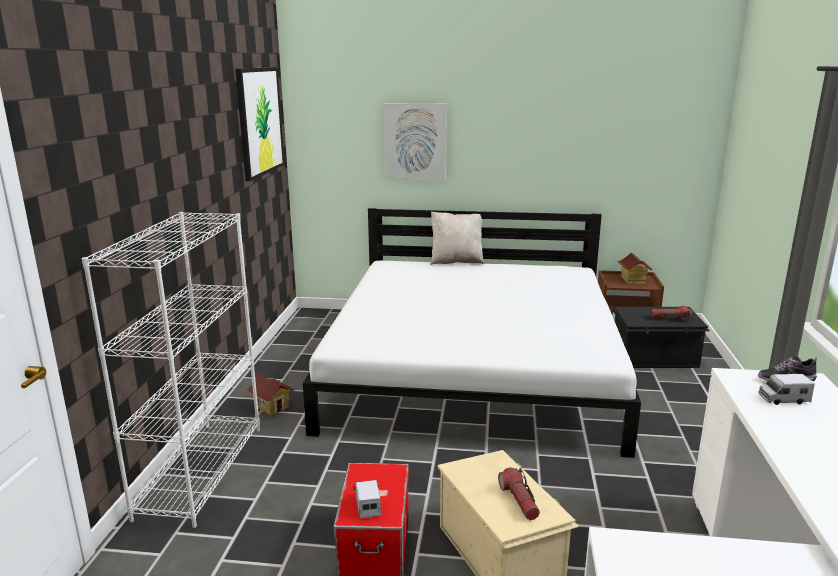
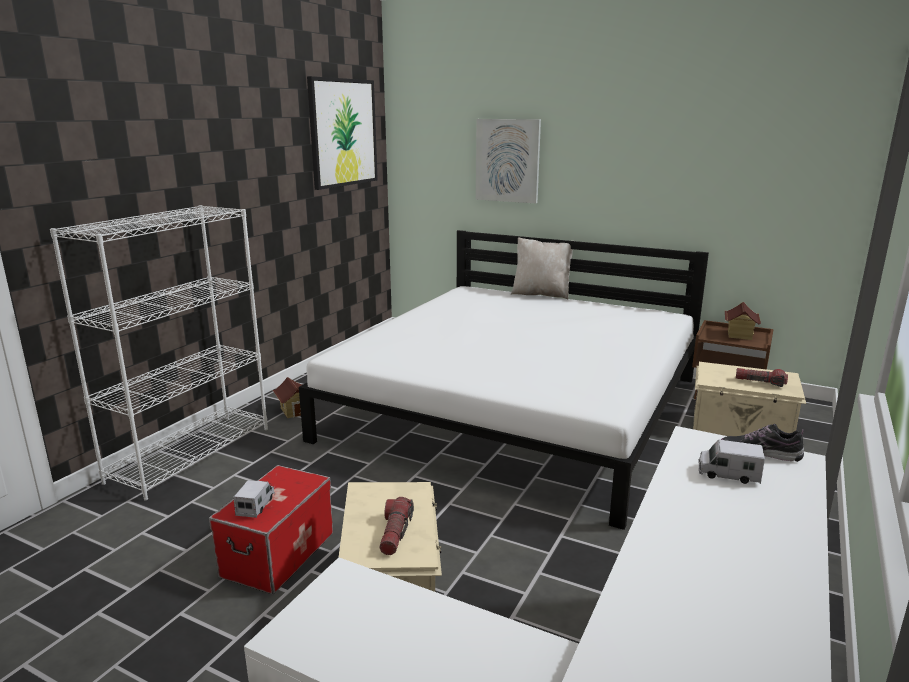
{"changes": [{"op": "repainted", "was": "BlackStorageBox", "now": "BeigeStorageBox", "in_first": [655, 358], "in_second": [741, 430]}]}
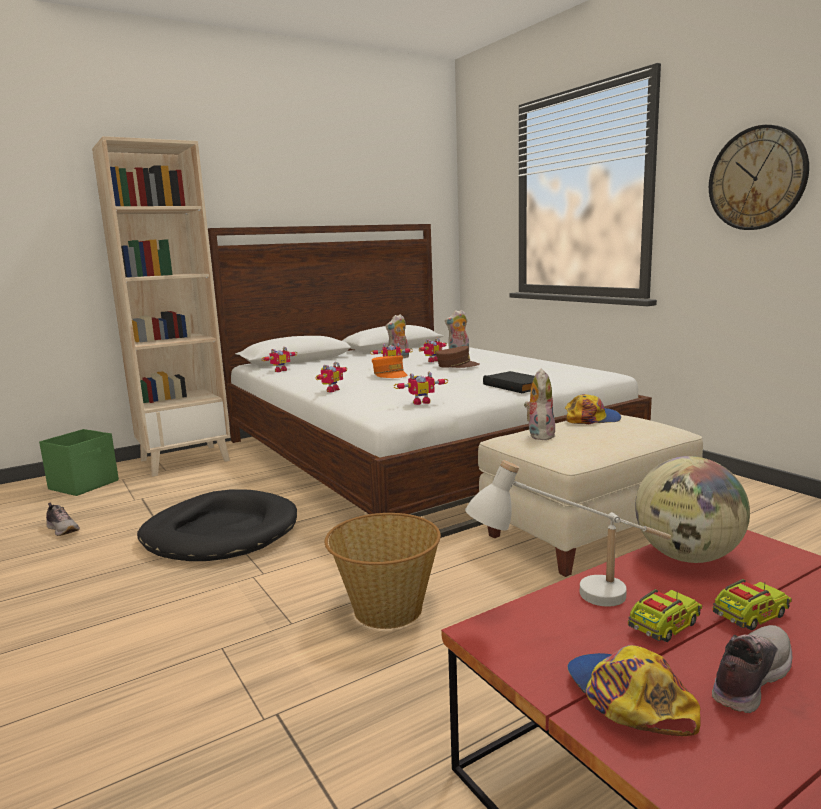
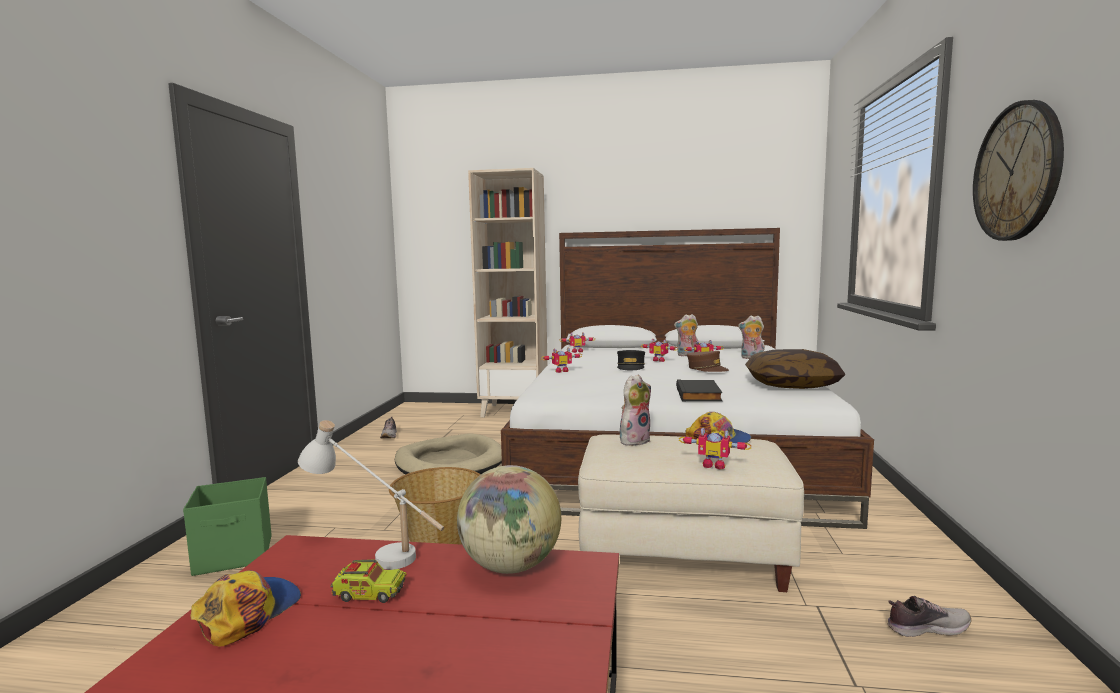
{"changes": [{"op": "gone", "was": "ModelTruck", "in_first": [750, 616]}, {"op": "new", "now": "Pillow", "in_second": [791, 385]}, {"op": "shifted", "was": "GreenColouredStorageBox", "in_first": [85, 484], "in_second": [235, 555]}, {"op": "shifted", "was": "ToyRobot", "in_first": [420, 402], "in_second": [714, 465]}, {"op": "shifted", "was": "ItemOfFootwear", "in_first": [748, 679], "in_second": [926, 628]}, {"op": "repainted", "was": "BlackPetBed", "now": "BeigePetBed", "in_first": [220, 532], "in_second": [450, 463]}, {"op": "repainted", "was": "OrangePeakedCap", "now": "BlackPeakedCap", "in_first": [390, 374], "in_second": [631, 367]}]}
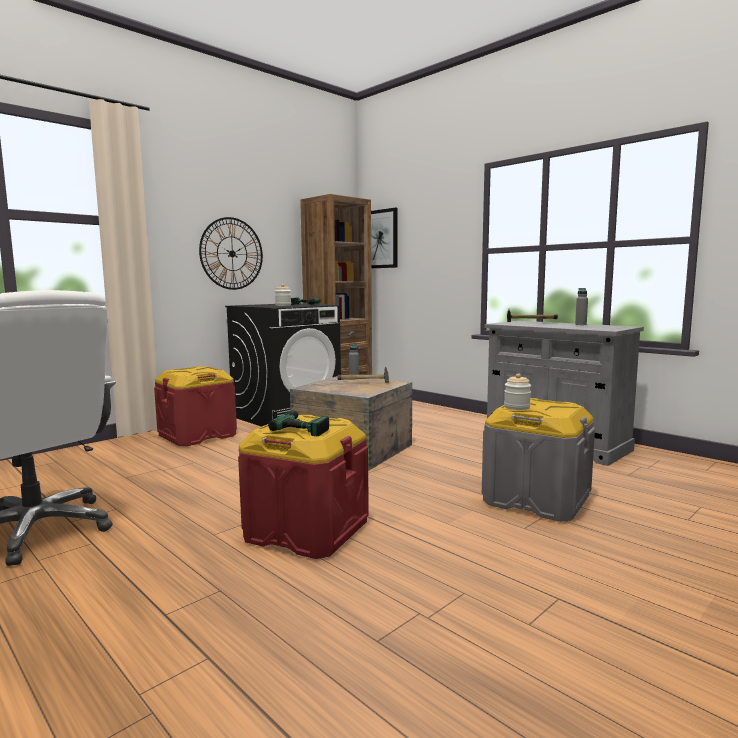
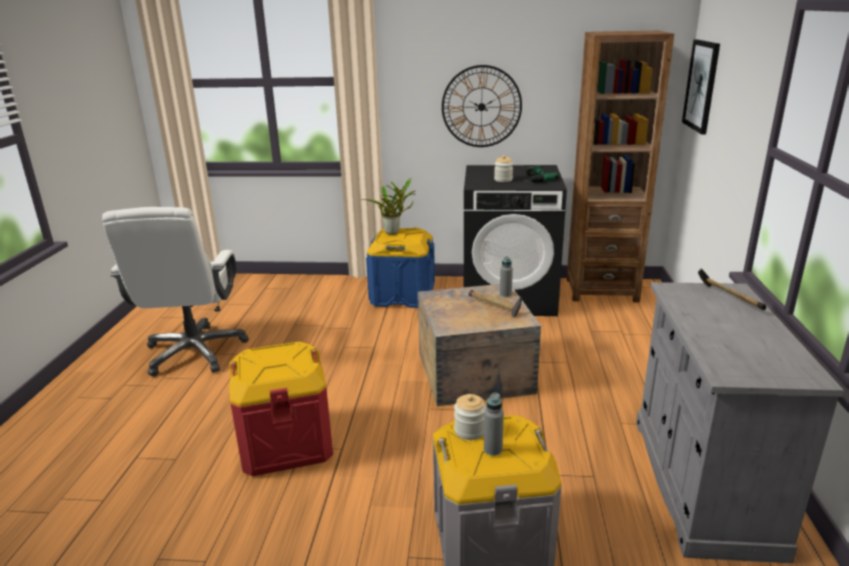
{"changes": [{"op": "gone", "was": "PowerDrill", "in_first": [306, 426]}, {"op": "new", "now": "Houseplant", "in_second": [394, 232]}, {"op": "shifted", "was": "GreyishBeverageBottle", "in_first": [580, 324], "in_second": [493, 449]}, {"op": "repainted", "was": "RedStorageBox", "now": "BluishStorageBox", "in_first": [197, 436], "in_second": [402, 295]}]}
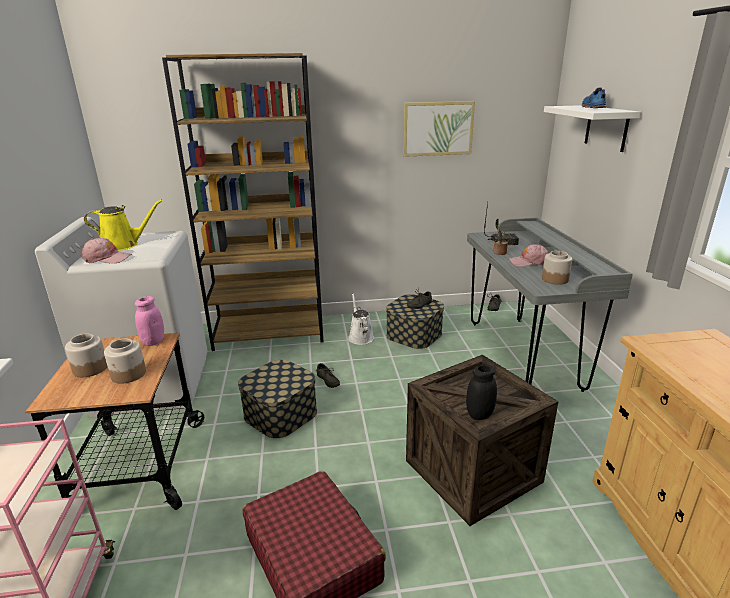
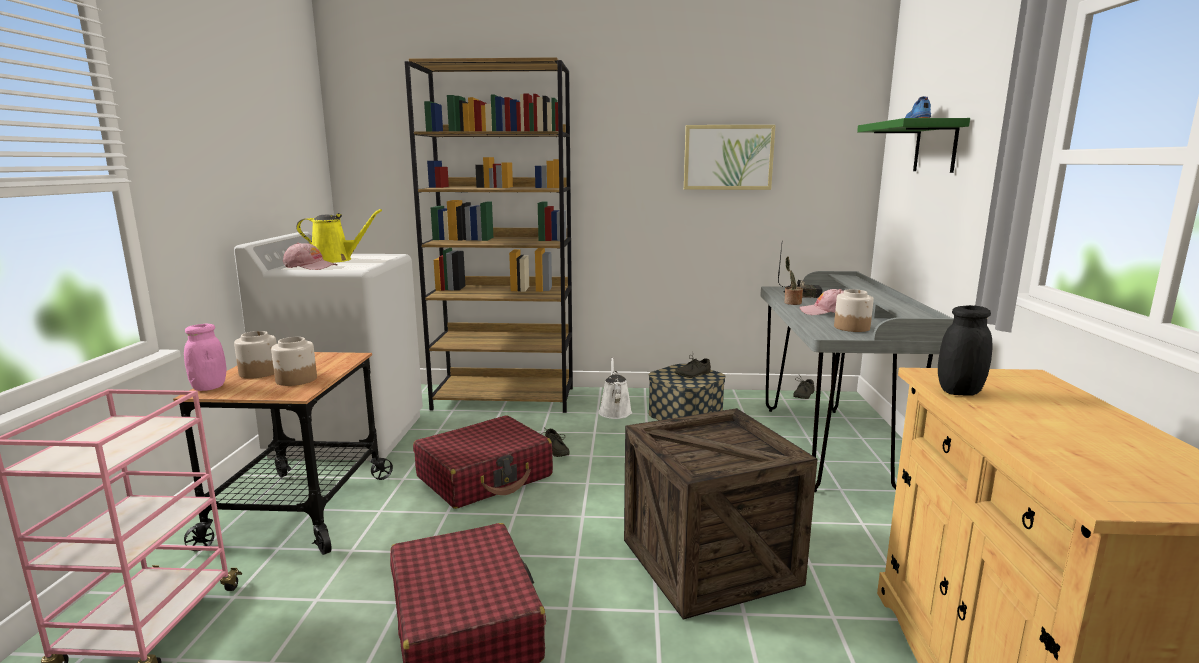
{"changes": [{"op": "shifted", "was": "PinkColouredStorageJar", "in_first": [153, 341], "in_second": [209, 387]}, {"op": "shifted", "was": "BlackStorageJar", "in_first": [479, 415], "in_second": [959, 392]}, {"op": "swapped", "was": "StorageBox", "now": "RedPieceOfLuggage", "in_first": [280, 413], "in_second": [485, 476]}, {"op": "repainted", "was": "WhiteColouredShelf", "now": "GreenColouredShelf", "in_first": [606, 128], "in_second": [935, 147]}]}
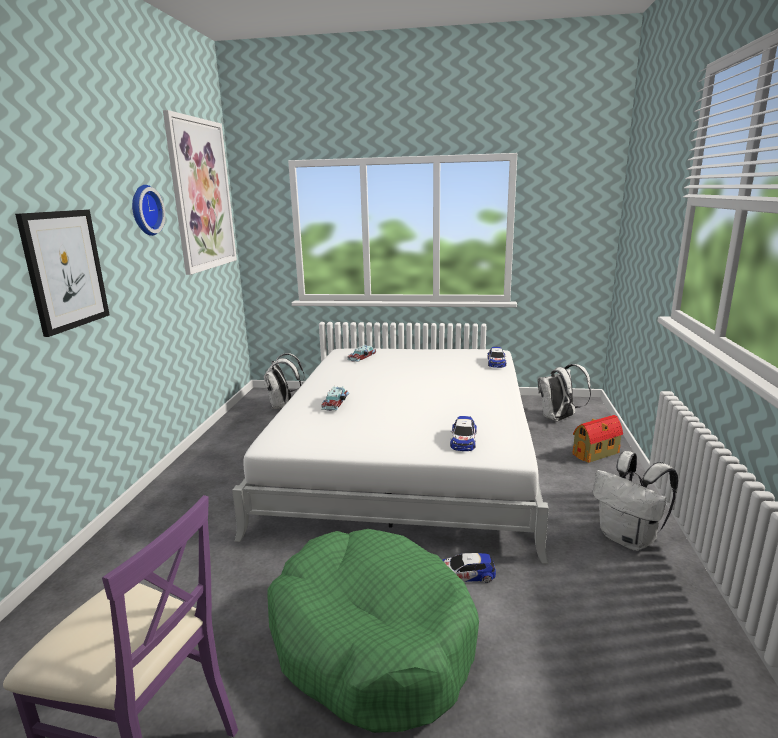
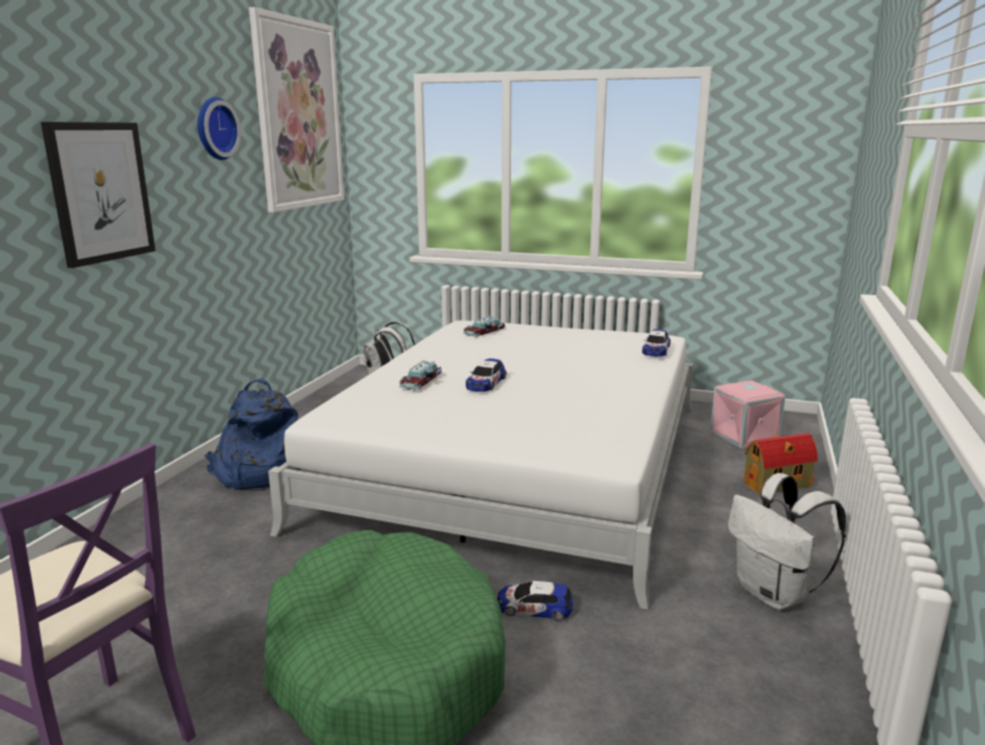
{"changes": [{"op": "new", "now": "BluishBackpack", "in_second": [257, 473]}, {"op": "shifted", "was": "MiniatureCar", "in_first": [463, 440], "in_second": [485, 383]}, {"op": "swapped", "was": "WhiteColouredBackpack", "now": "PinkColouredStorageBox", "in_first": [559, 419], "in_second": [744, 436]}]}
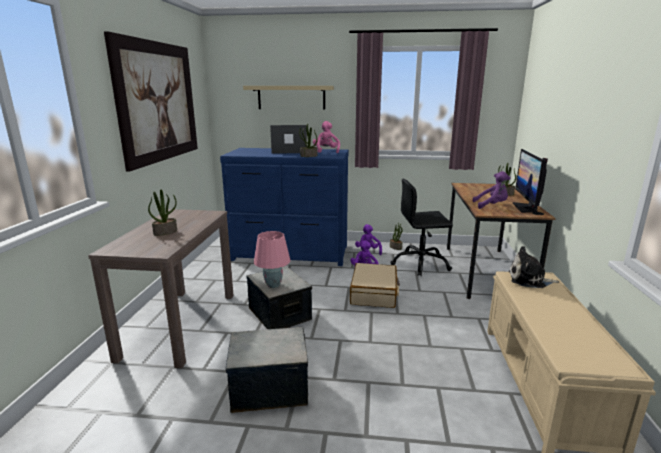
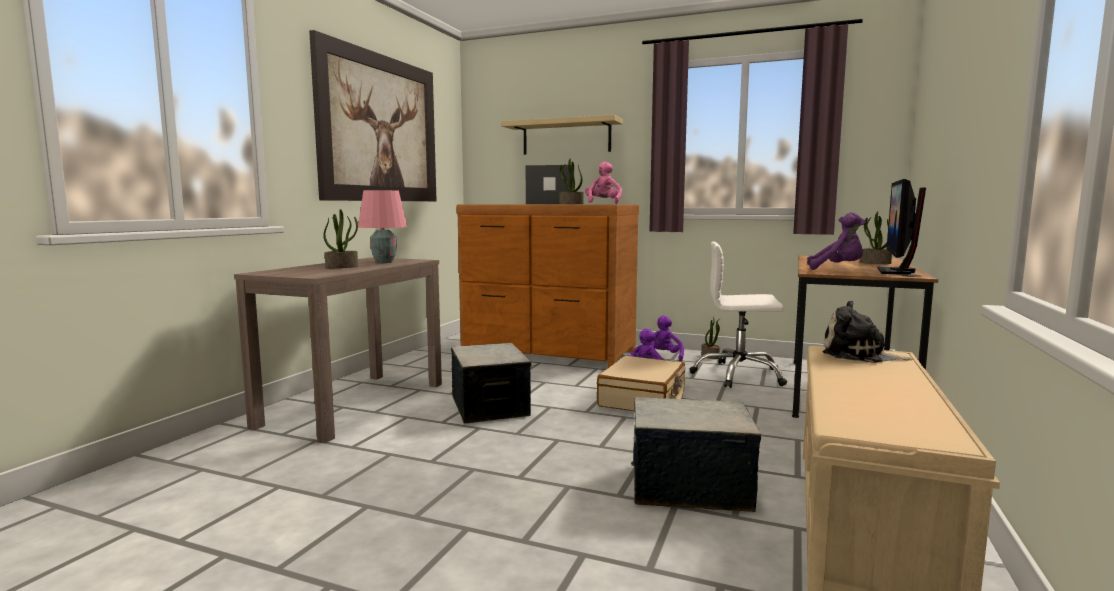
{"changes": [{"op": "shifted", "was": "StorageBox", "in_first": [269, 388], "in_second": [689, 486]}, {"op": "shifted", "was": "PinkColouredLampForATable", "in_first": [273, 285], "in_second": [383, 262]}, {"op": "repainted", "was": "BluishDresser", "now": "BrownColouredDresser", "in_first": [290, 253], "in_second": [548, 352]}, {"op": "repainted", "was": "BlackOfficeChair", "now": "WhiteColouredOfficeChair", "in_first": [420, 264], "in_second": [738, 375]}]}
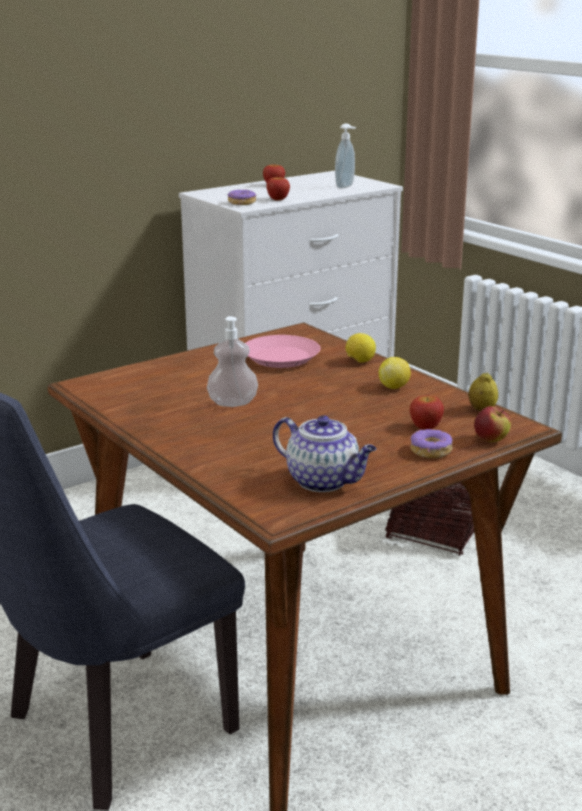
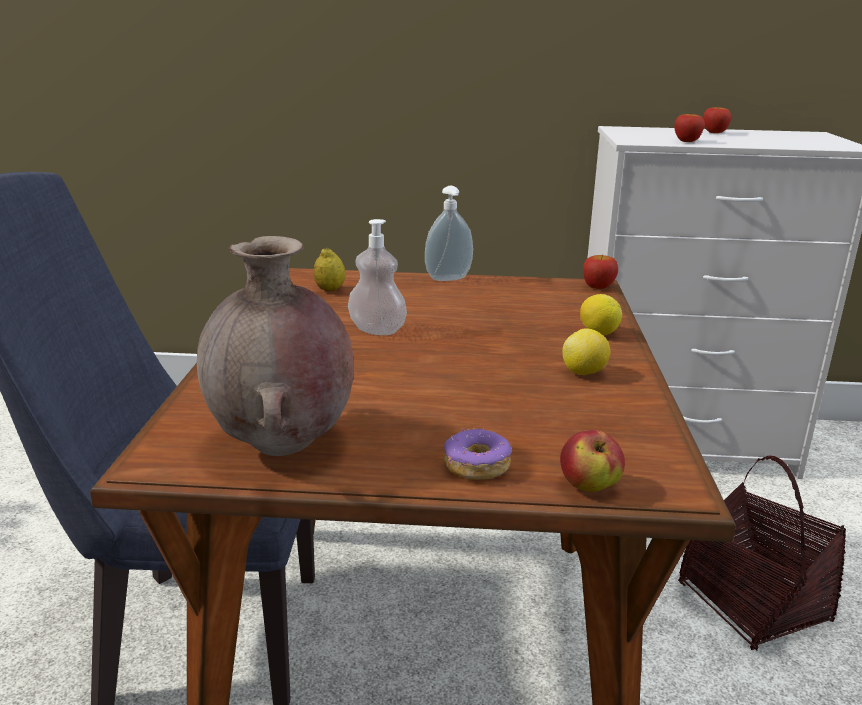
{"changes": [{"op": "gone", "was": "Doughnut", "in_first": [242, 203]}, {"op": "gone", "was": "PinkColouredDinnerPlate", "in_first": [280, 357]}, {"op": "shifted", "was": "SoapBottle", "in_first": [346, 187], "in_second": [449, 279]}, {"op": "shifted", "was": "AppleFruit", "in_first": [425, 427], "in_second": [598, 287]}, {"op": "shifted", "was": "CitrusFruit", "in_first": [482, 410], "in_second": [330, 290]}, {"op": "swapped", "was": "TeaPot", "now": "BrownColouredVase", "in_first": [324, 481], "in_second": [283, 446]}]}
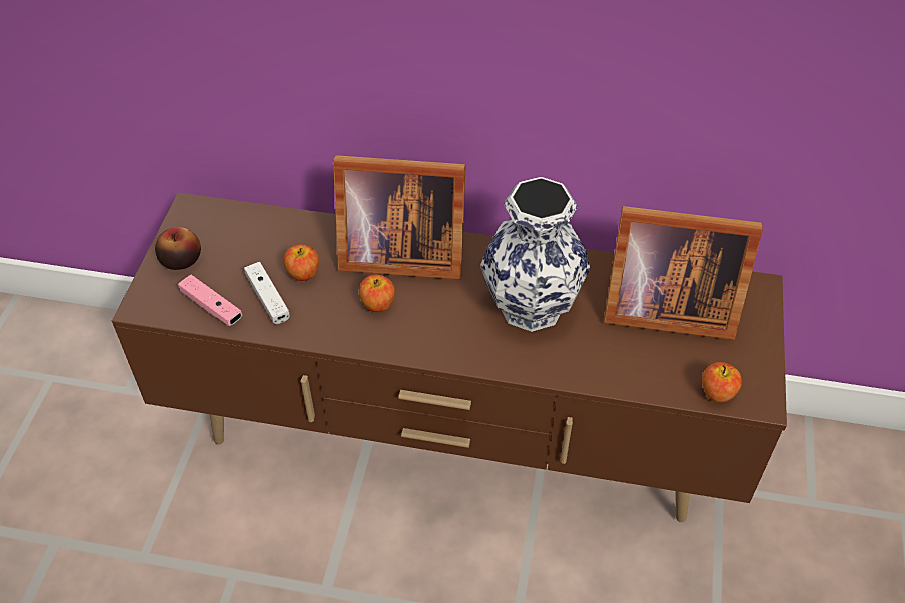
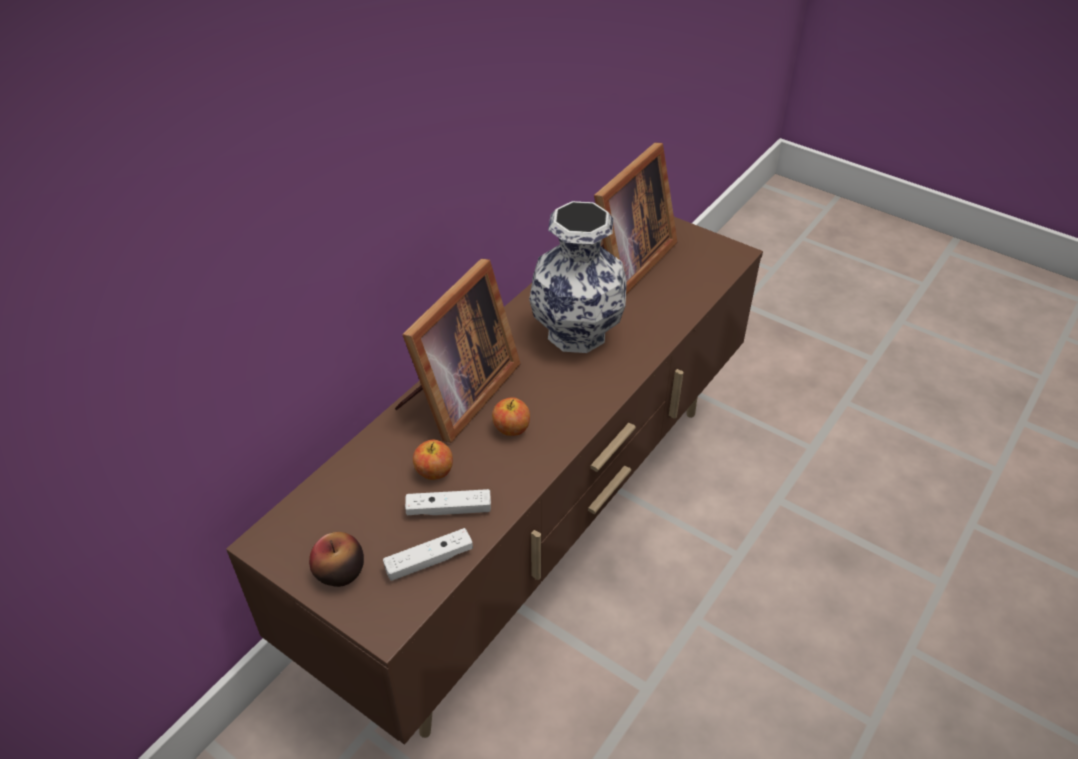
{"changes": [{"op": "gone", "was": "AppleFruit", "in_first": [717, 392]}, {"op": "repainted", "was": "PinkColouredGamepad", "now": "WhiteColouredGamepad", "in_first": [211, 307], "in_second": [429, 561]}]}
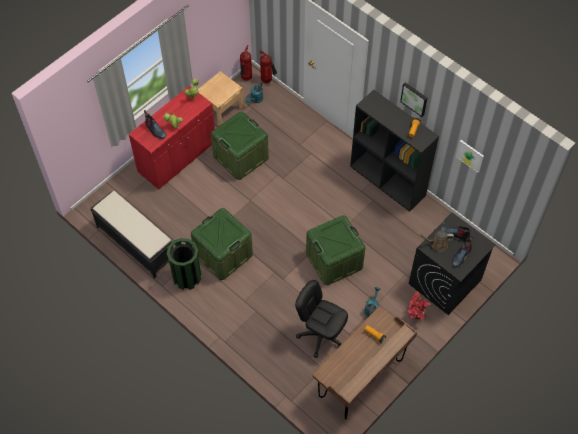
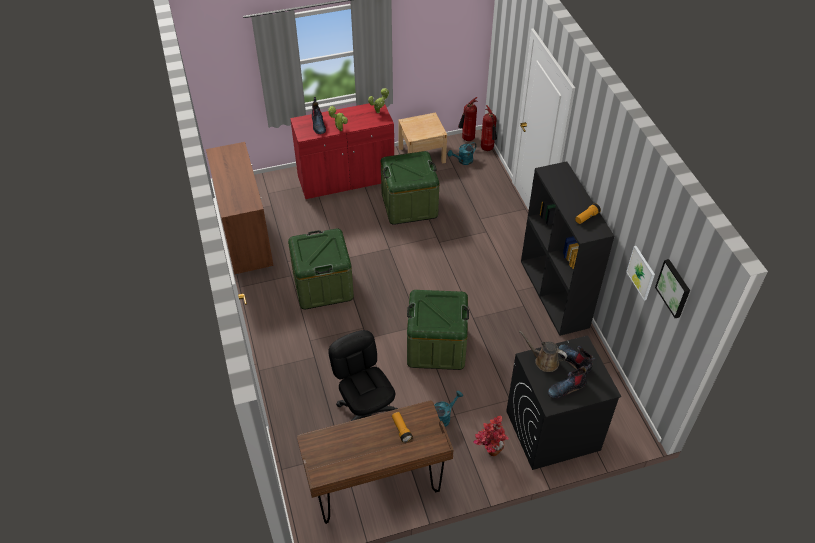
{"changes": [{"op": "gone", "was": "GreenColouredWasteBin", "in_first": [187, 277]}, {"op": "shifted", "was": "Picture", "in_first": [414, 98], "in_second": [674, 288]}, {"op": "swapped", "was": "BlackIndoorBench", "now": "BrownColouredCabinet", "in_first": [135, 242], "in_second": [246, 236]}]}
